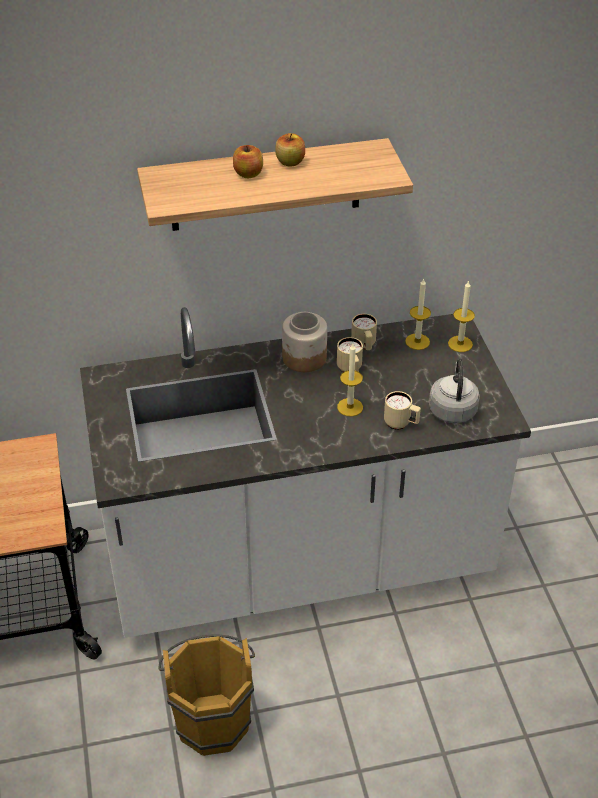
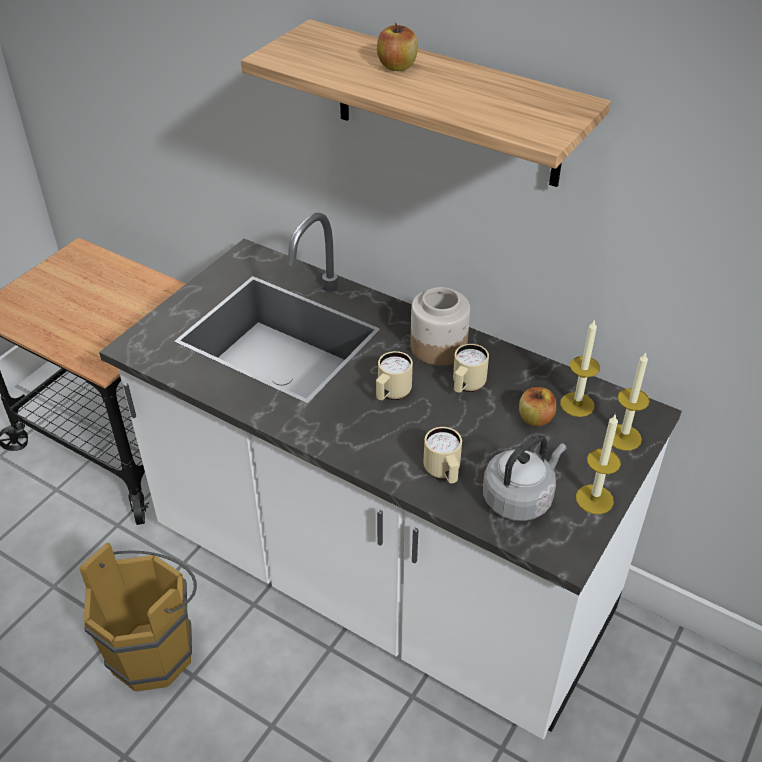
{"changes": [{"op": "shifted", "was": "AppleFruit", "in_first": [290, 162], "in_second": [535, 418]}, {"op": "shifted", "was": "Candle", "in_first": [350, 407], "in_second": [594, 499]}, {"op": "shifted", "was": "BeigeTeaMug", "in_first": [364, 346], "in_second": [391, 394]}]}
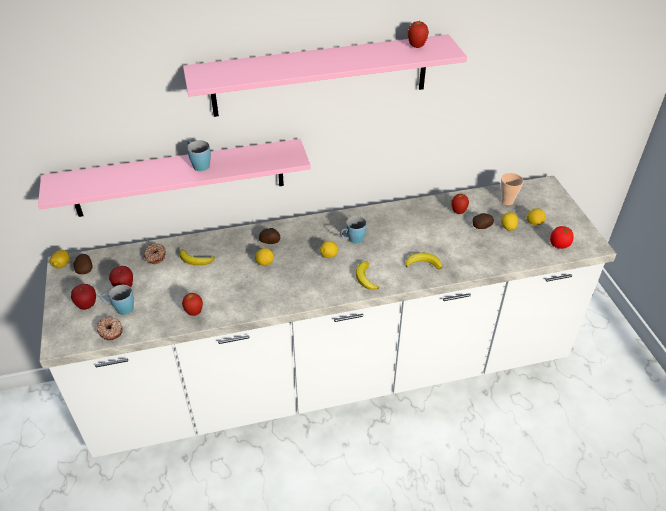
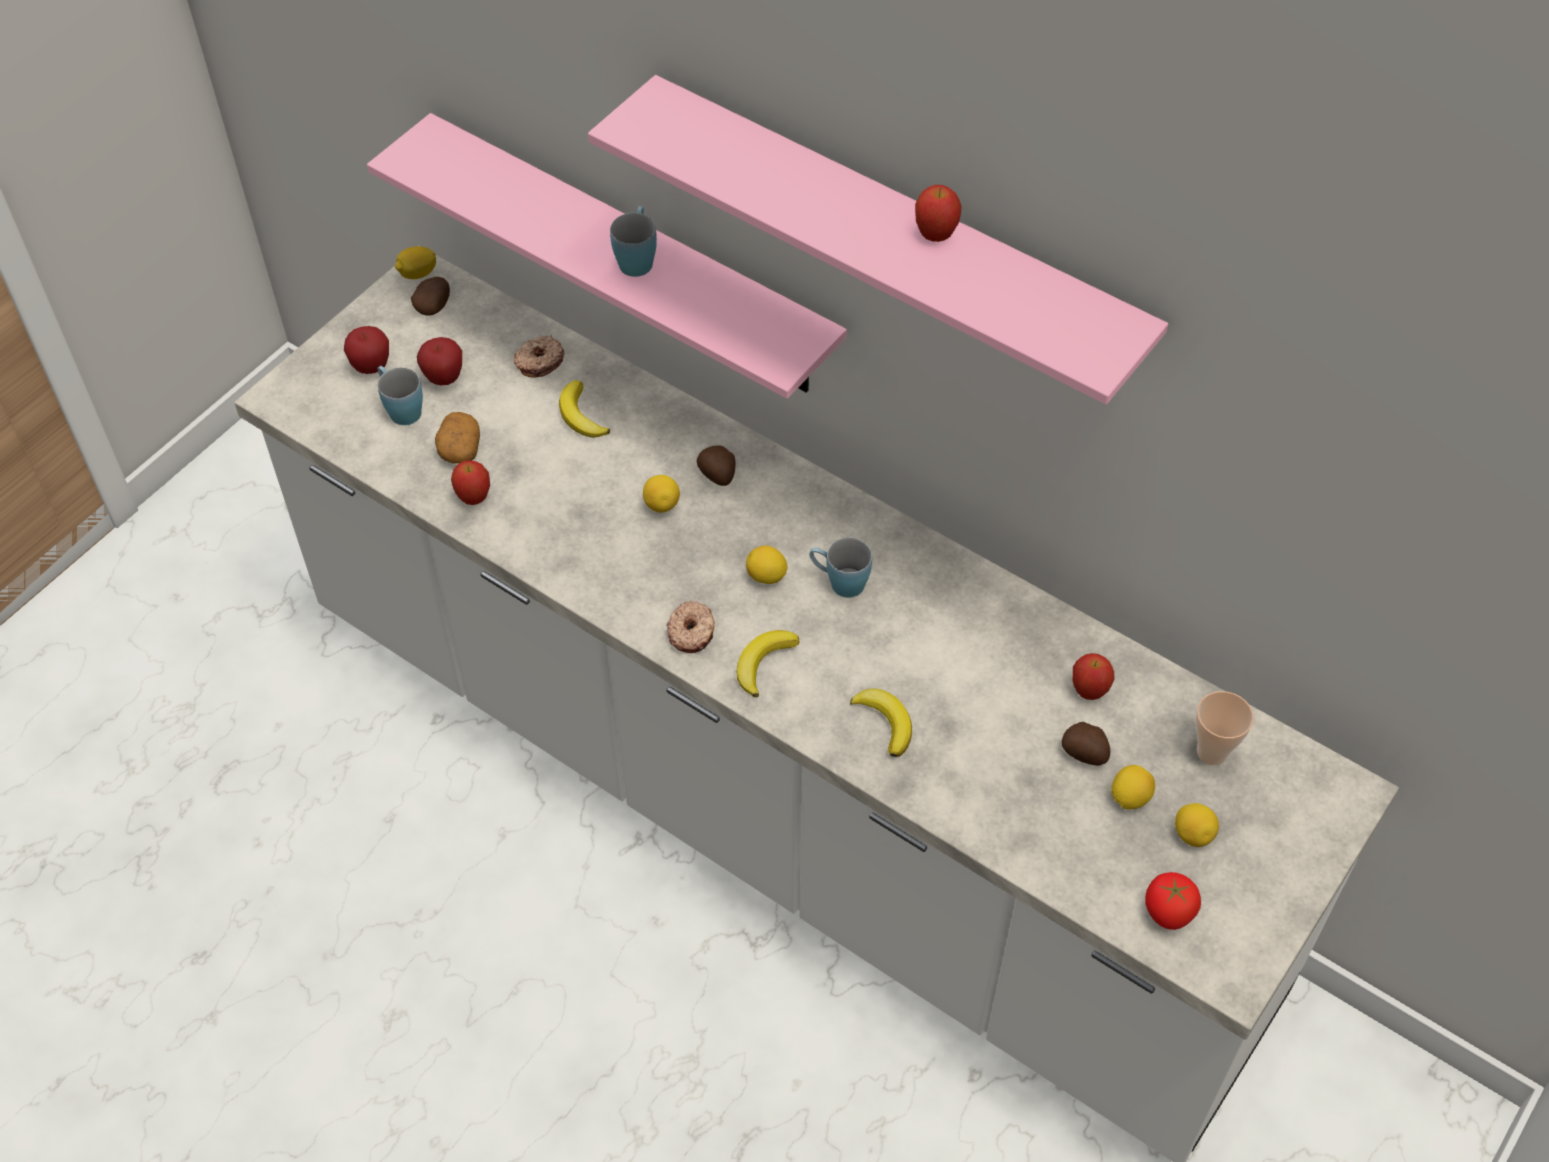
{"changes": [{"op": "new", "now": "Spud", "in_second": [459, 448]}, {"op": "shifted", "was": "Doughnut", "in_first": [111, 331], "in_second": [692, 632]}, {"op": "shifted", "was": "AppleFruit", "in_first": [416, 46], "in_second": [935, 235]}]}
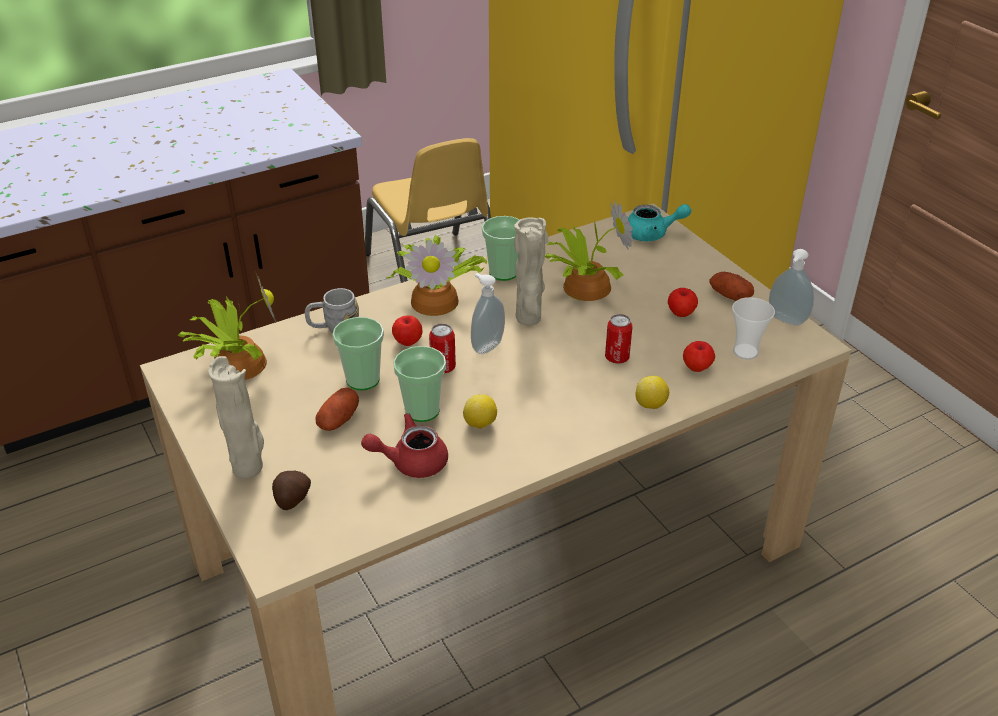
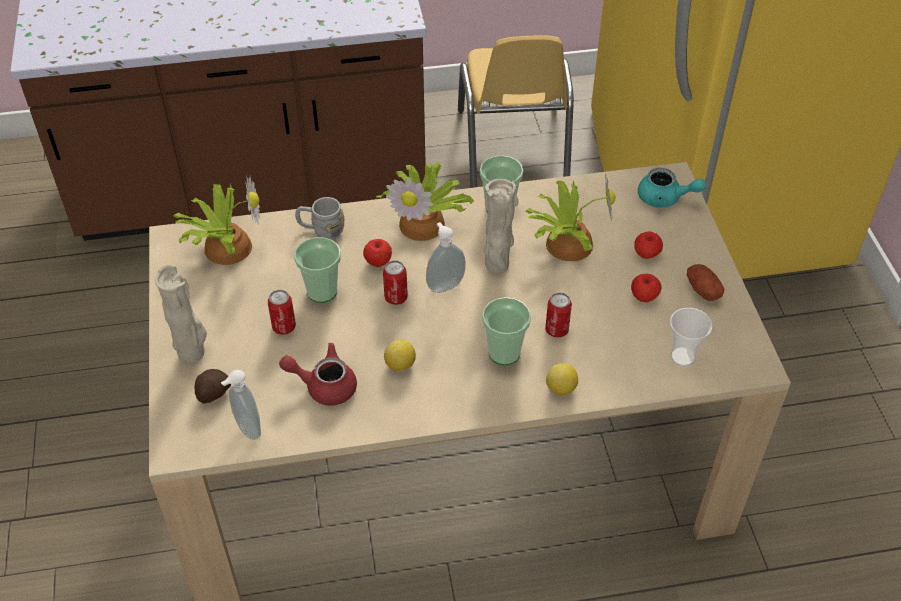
{"changes": [{"op": "shifted", "was": "Cup", "in_first": [422, 410], "in_second": [504, 353]}, {"op": "shifted", "was": "AppleFruit", "in_first": [697, 368], "in_second": [646, 255]}, {"op": "shifted", "was": "SoapBottle", "in_first": [786, 321], "in_second": [246, 429]}, {"op": "swapped", "was": "Spud", "now": "MetalCan", "in_first": [338, 420], "in_second": [284, 327]}]}
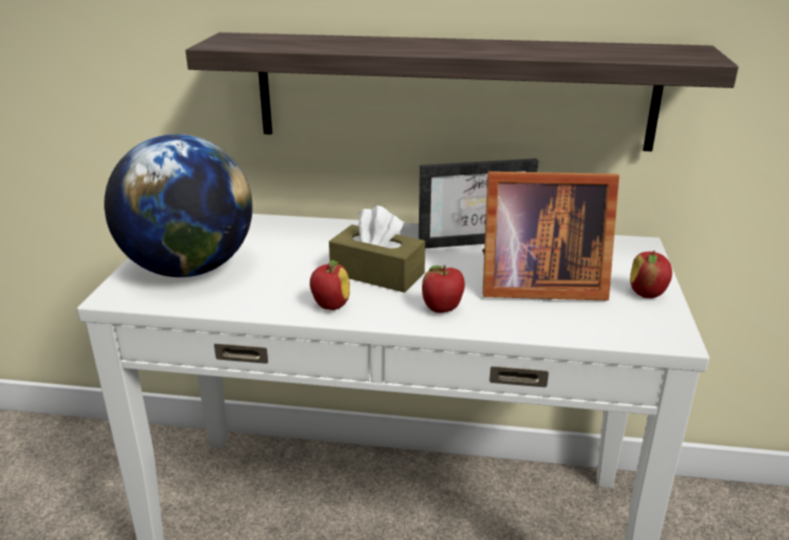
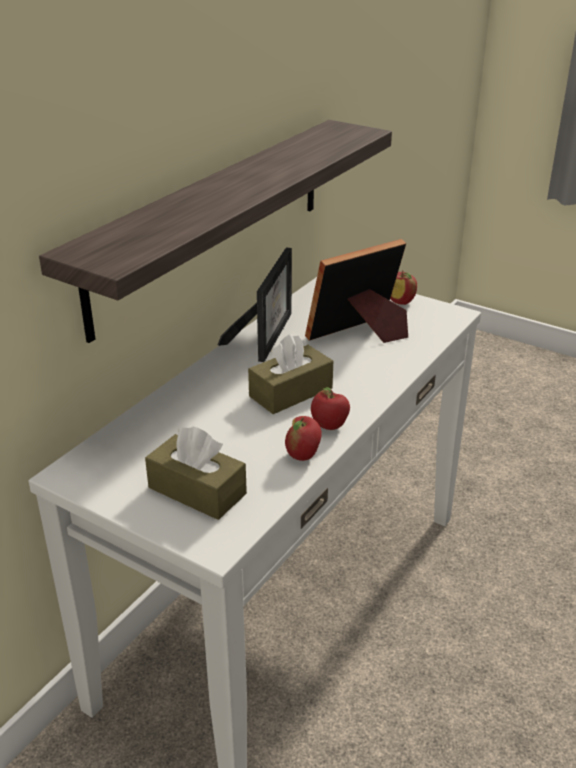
{"changes": [{"op": "shifted", "was": "AppleFruit", "in_first": [442, 310], "in_second": [303, 455]}, {"op": "swapped", "was": "Globe", "now": "BrownColouredBoxOfTissues", "in_first": [189, 269], "in_second": [197, 490]}, {"op": "rotated", "was": "PictureFrame", "in_first": [536, 285], "in_second": [361, 334], "clockwise": -150}]}
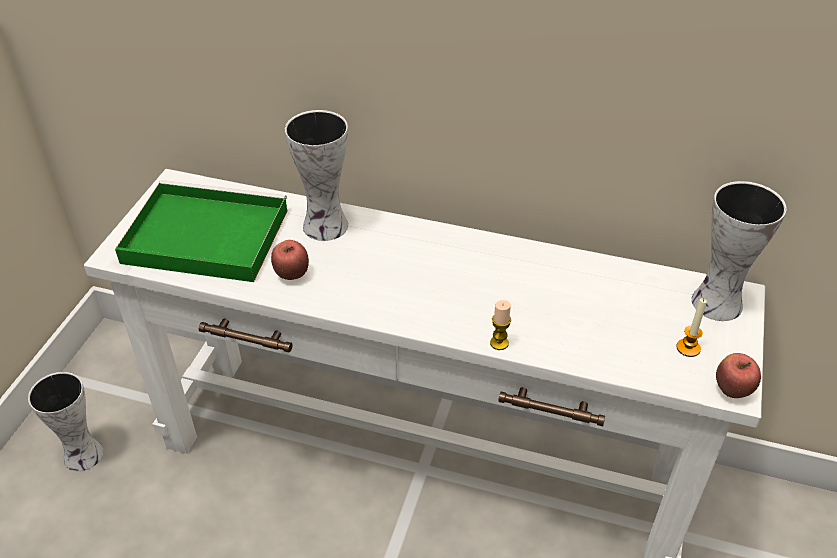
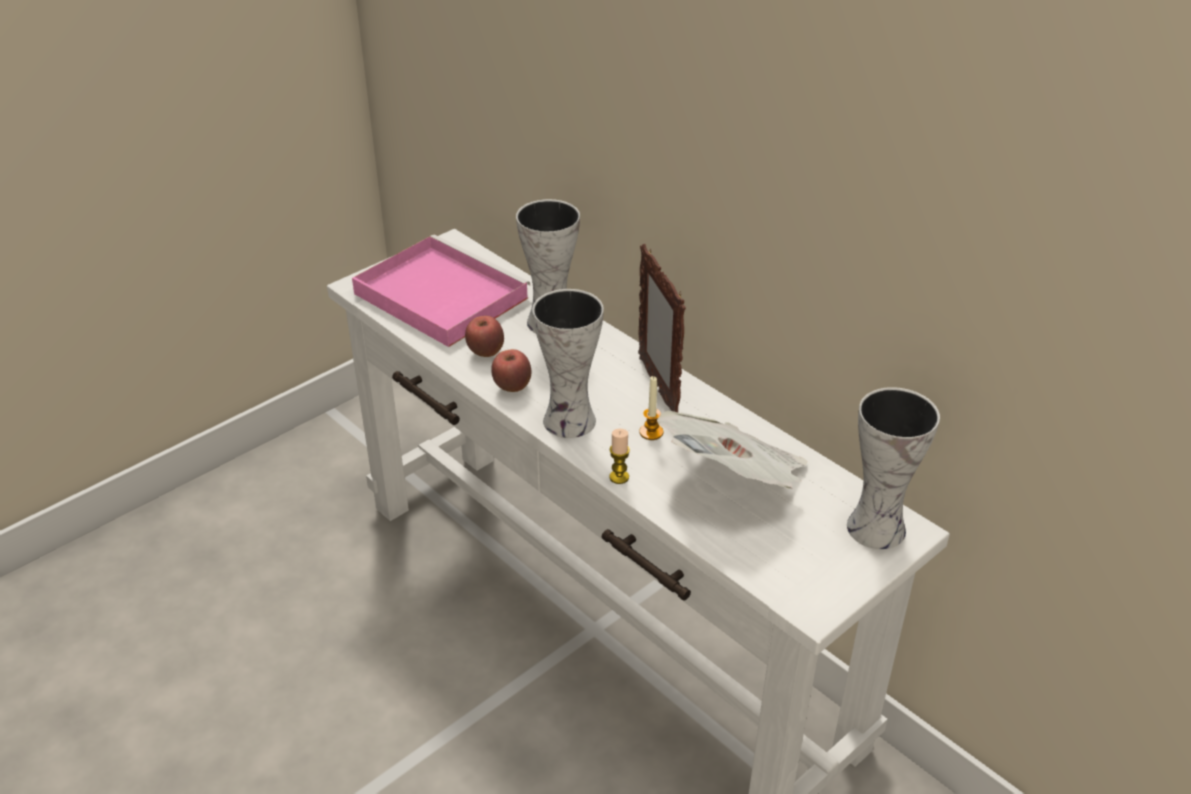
{"changes": [{"op": "new", "now": "PictureFrame", "in_second": [658, 387]}, {"op": "new", "now": "DailyPaper", "in_second": [735, 479]}, {"op": "shifted", "was": "Vase", "in_first": [82, 456], "in_second": [567, 422]}, {"op": "shifted", "was": "Candle", "in_first": [688, 348], "in_second": [651, 432]}, {"op": "shifted", "was": "AppleFruit", "in_first": [732, 390], "in_second": [512, 387]}, {"op": "repainted", "was": "GreenColouredTray", "now": "PinkColouredTray", "in_first": [203, 236], "in_second": [438, 295]}]}
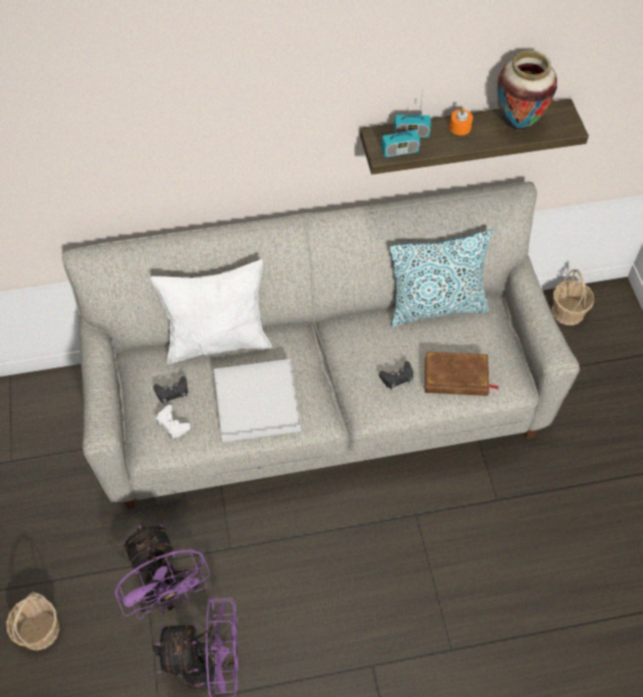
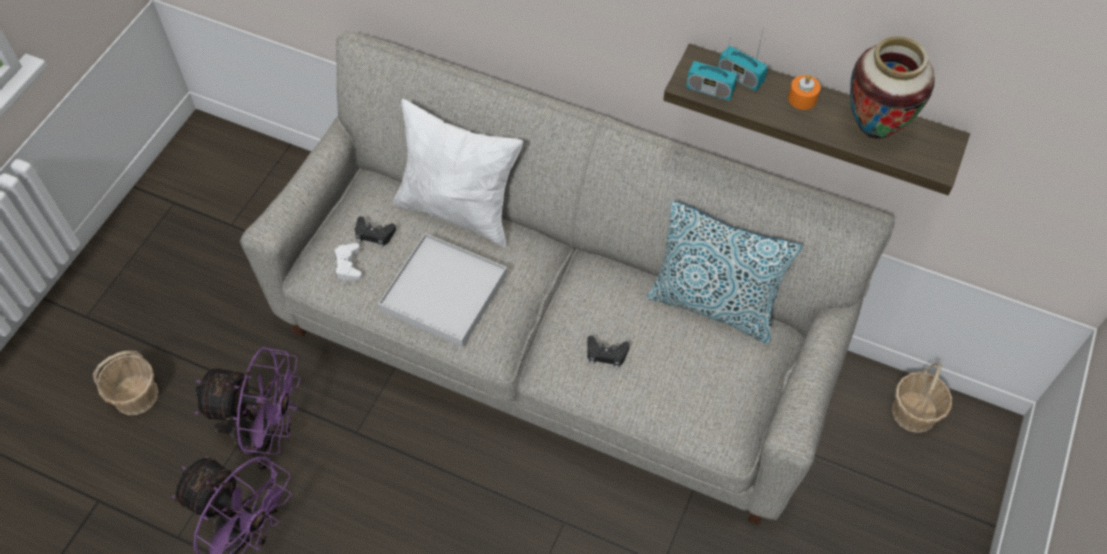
{"changes": [{"op": "gone", "was": "BrownColouredBoundBook", "in_first": [456, 377]}, {"op": "rotated", "was": "PurpleElectricFan", "in_first": [167, 593], "in_second": [267, 436], "clockwise": -90}]}
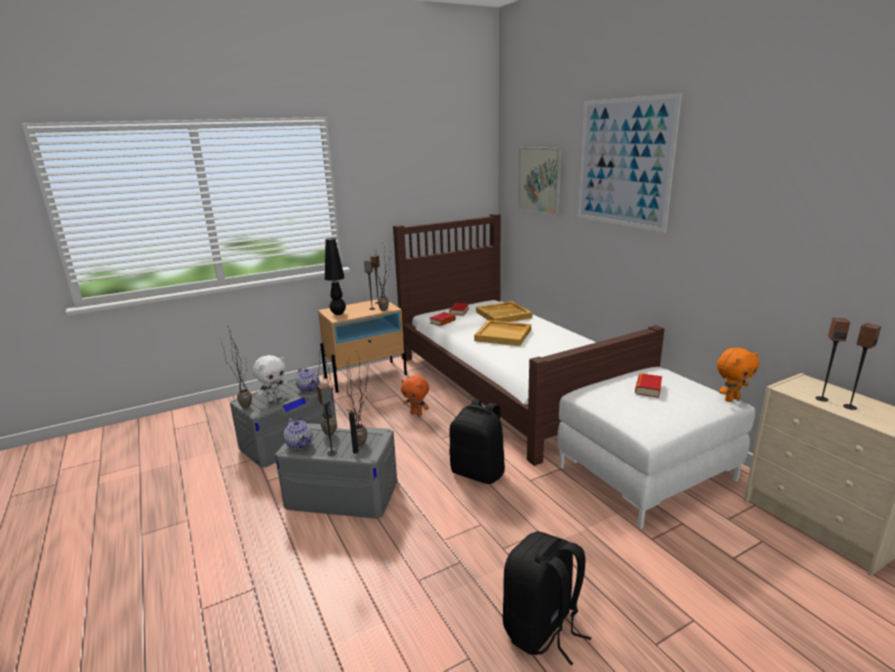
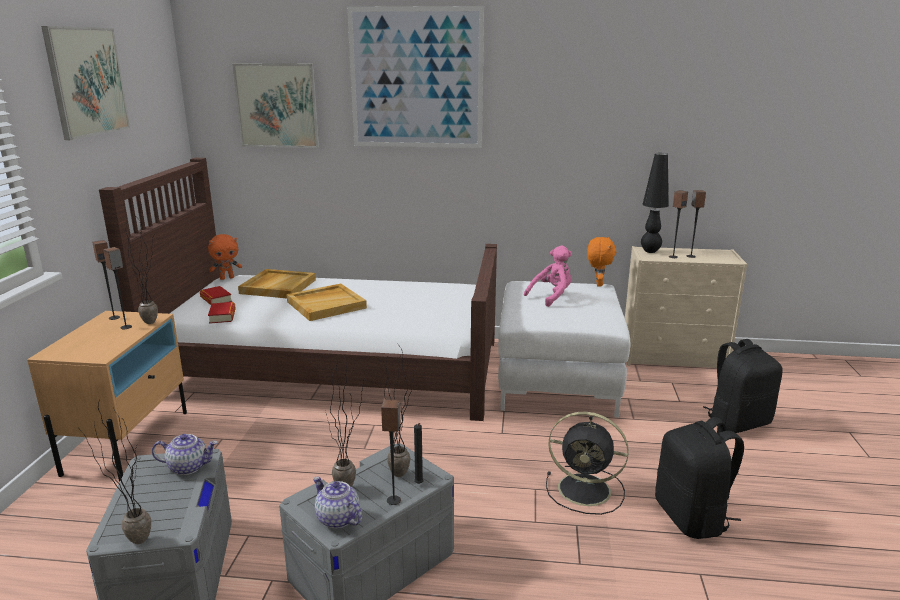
{"changes": [{"op": "gone", "was": "WhiteColouredSoftToy", "in_first": [274, 398]}, {"op": "new", "now": "Picture", "in_second": [87, 81]}, {"op": "new", "now": "BlackElectricFan", "in_second": [586, 490]}, {"op": "shifted", "was": "BlackLampForATable", "in_first": [338, 313], "in_second": [650, 251]}, {"op": "shifted", "was": "OrangeSoftToy", "in_first": [416, 413], "in_second": [227, 278]}, {"op": "shifted", "was": "BlackBackpack", "in_first": [479, 472], "in_second": [738, 422]}, {"op": "swapped", "was": "BoundBook", "now": "PinkColouredSoftToy", "in_first": [648, 389], "in_second": [551, 296]}, {"op": "rotated", "was": "TeaPot", "in_first": [300, 444], "in_second": [337, 519], "clockwise": -135}]}
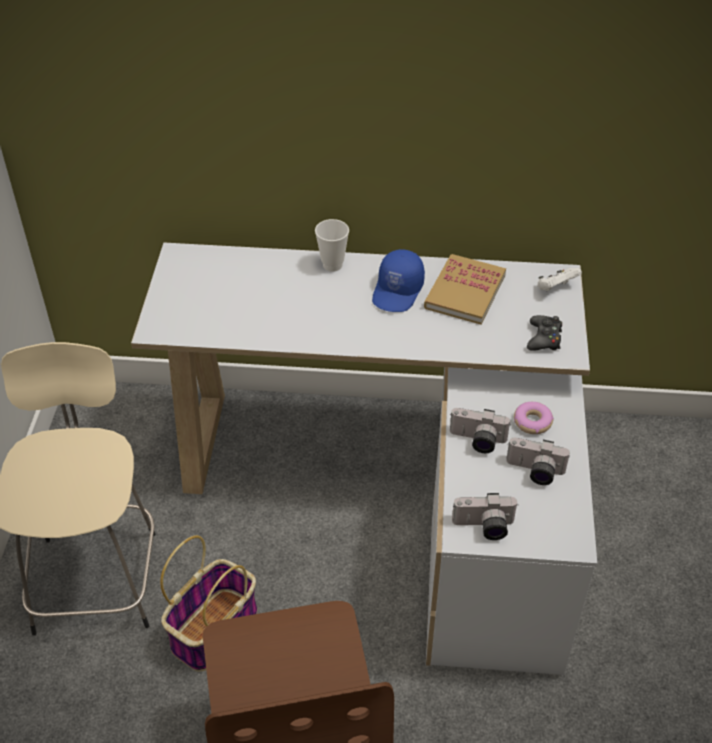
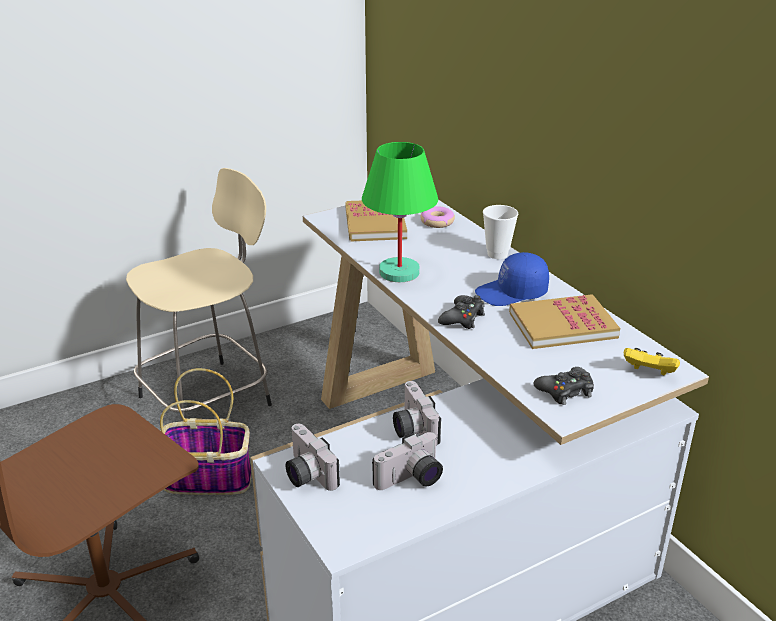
{"changes": [{"op": "new", "now": "BoundBook", "in_second": [375, 223]}, {"op": "new", "now": "GreenColouredLampForATable", "in_second": [399, 273]}, {"op": "new", "now": "BlackGamepad", "in_second": [462, 318]}, {"op": "shifted", "was": "Doughnut", "in_first": [532, 422], "in_second": [437, 222]}, {"op": "repainted", "was": "WhiteColouredGamepad", "now": "YellowishGamepad", "in_first": [556, 288], "in_second": [649, 373]}, {"op": "rotated", "was": "StillCamera", "in_first": [534, 472], "in_second": [411, 480], "clockwise": -105}]}
